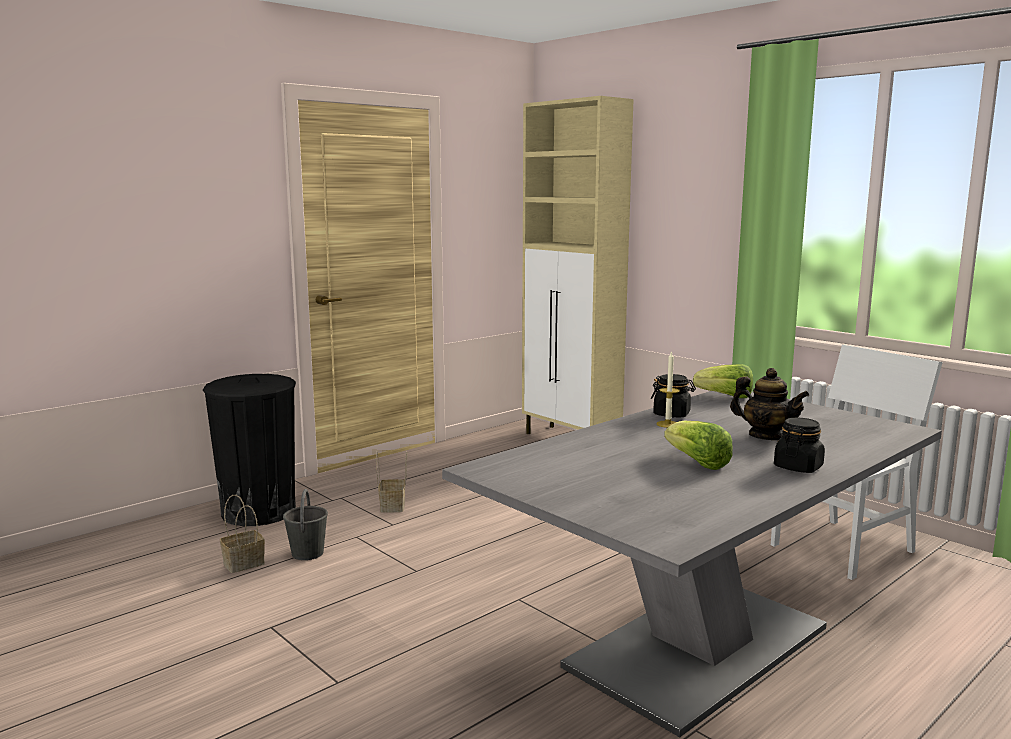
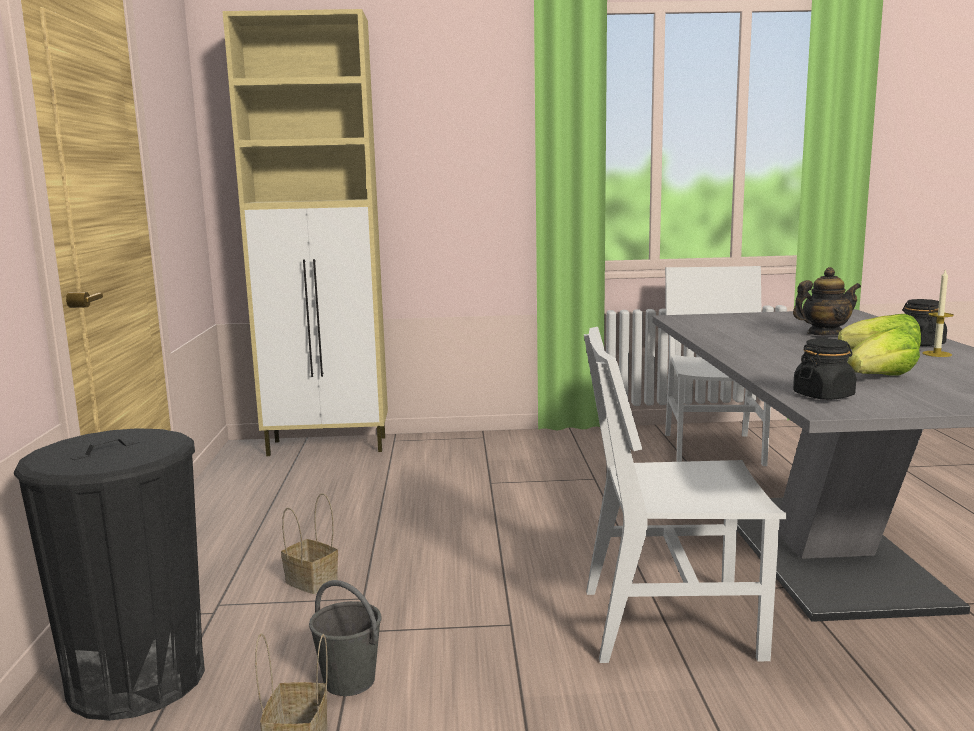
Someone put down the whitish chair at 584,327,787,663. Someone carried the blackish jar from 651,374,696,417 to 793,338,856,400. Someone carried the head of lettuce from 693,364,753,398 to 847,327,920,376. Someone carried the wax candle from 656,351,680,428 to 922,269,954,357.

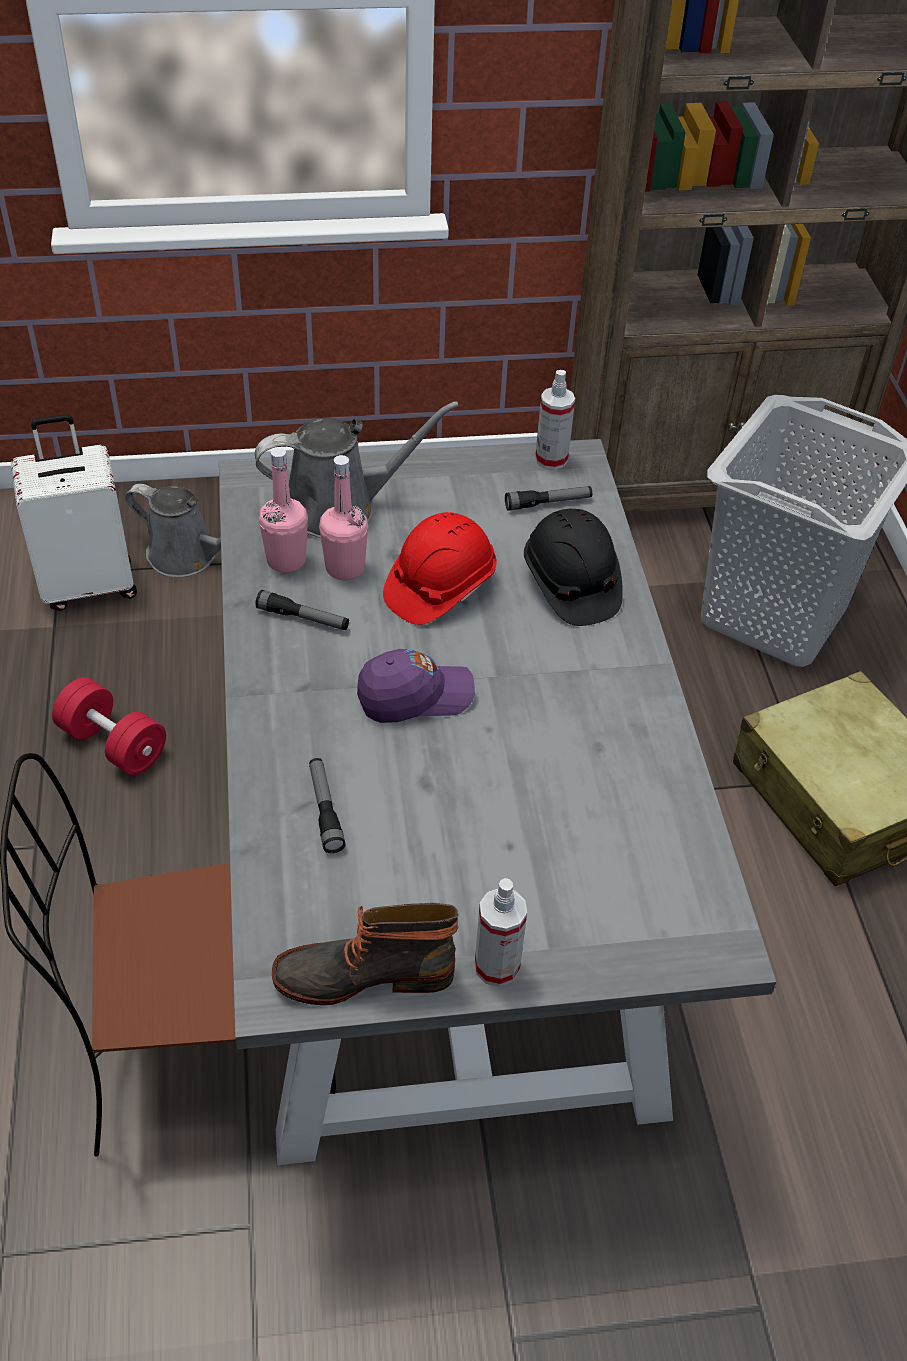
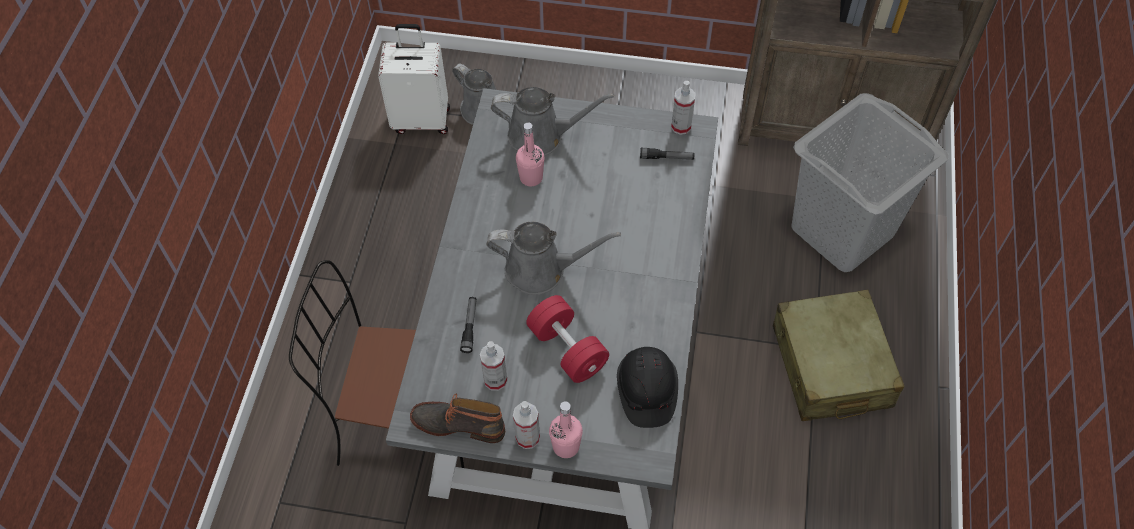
Someone put down the spray bottle at 480,341,507,391. Someone swapped the purple baseball cap at 357,649,475,723 for the greyish watering can at 486,222,621,295. Someone carried the red-coloured free weight from 52,677,166,775 to 526,295,609,383. Someone carried the pinkish beverage bottle from 259,447,308,573 to 549,401,583,458. Someone carried the blackish safety helmet from 524,508,623,626 to 617,347,678,428. Someone took away the flashlight at 255,590,349,630. Someone took away the red-coloured safety helmet at 383,512,497,625.

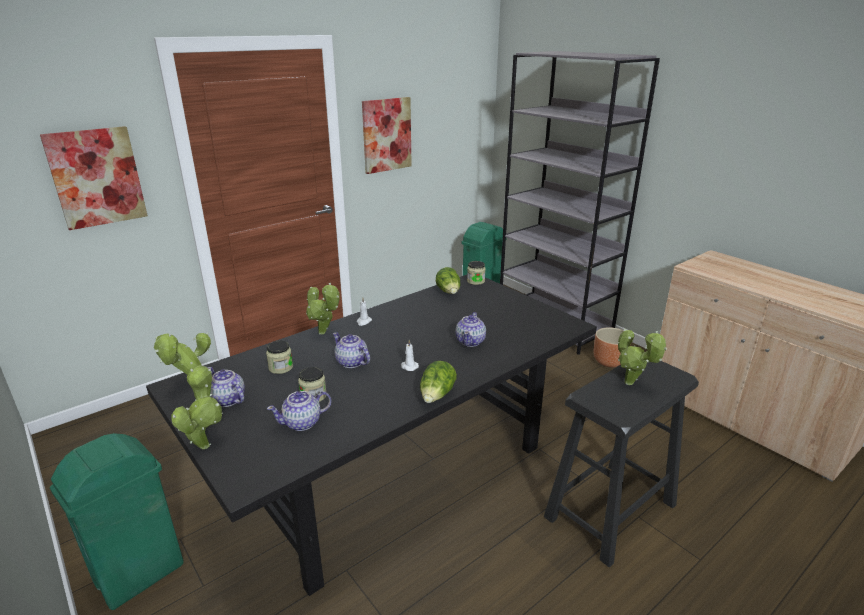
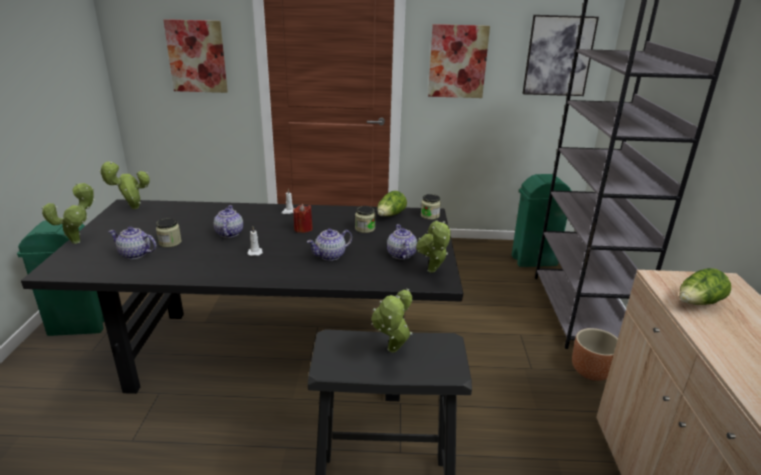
Someone put down the red-coloured wax candle at 293,204,313,233. Someone carried the jar from 266,341,293,374 to 355,206,376,233. Someone carried the tea pot from 207,367,245,407 to 387,224,417,260. Someone carried the houseplant from 306,283,340,334 to 416,220,451,273. Someone put up the wall art at 522,15,599,96. Someone carried the head of lettuce from 420,361,457,403 to 679,268,731,305.

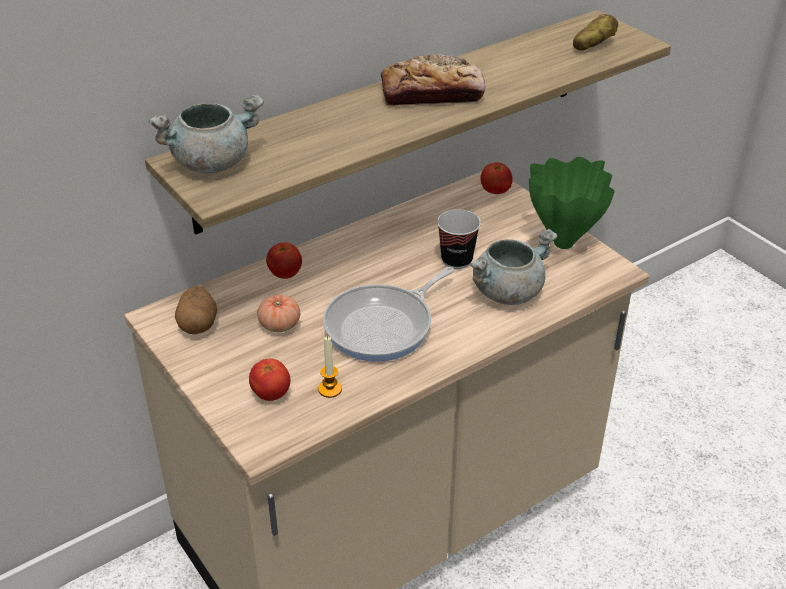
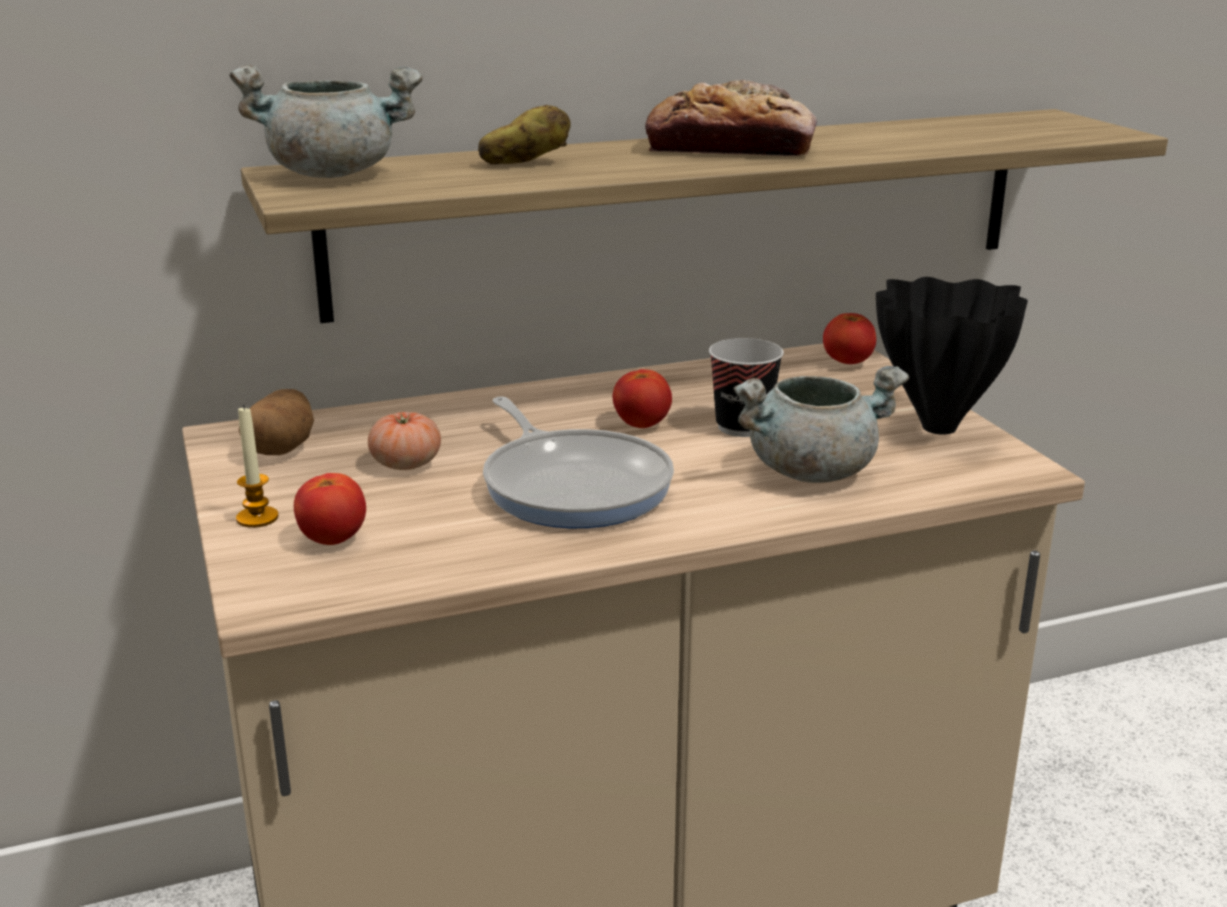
Someone carried the wax candle from 318,336,342,398 to 236,405,279,528. Someone carried the whole potato from 573,14,618,50 to 478,105,571,164. Someone rotated the frying pan at 323,267,454,362 by 90 degrees counterclockwise. Someone carried the fresh tomato from 266,242,302,279 to 613,369,672,428. Someone repainted the green-coloured decorative vase at 529,157,615,249, which became the blackish decorative vase at 876,277,1028,435.

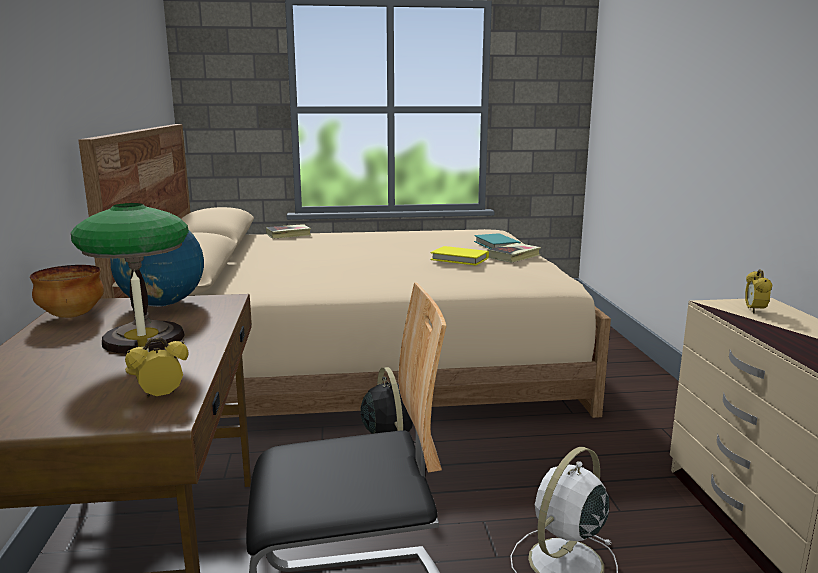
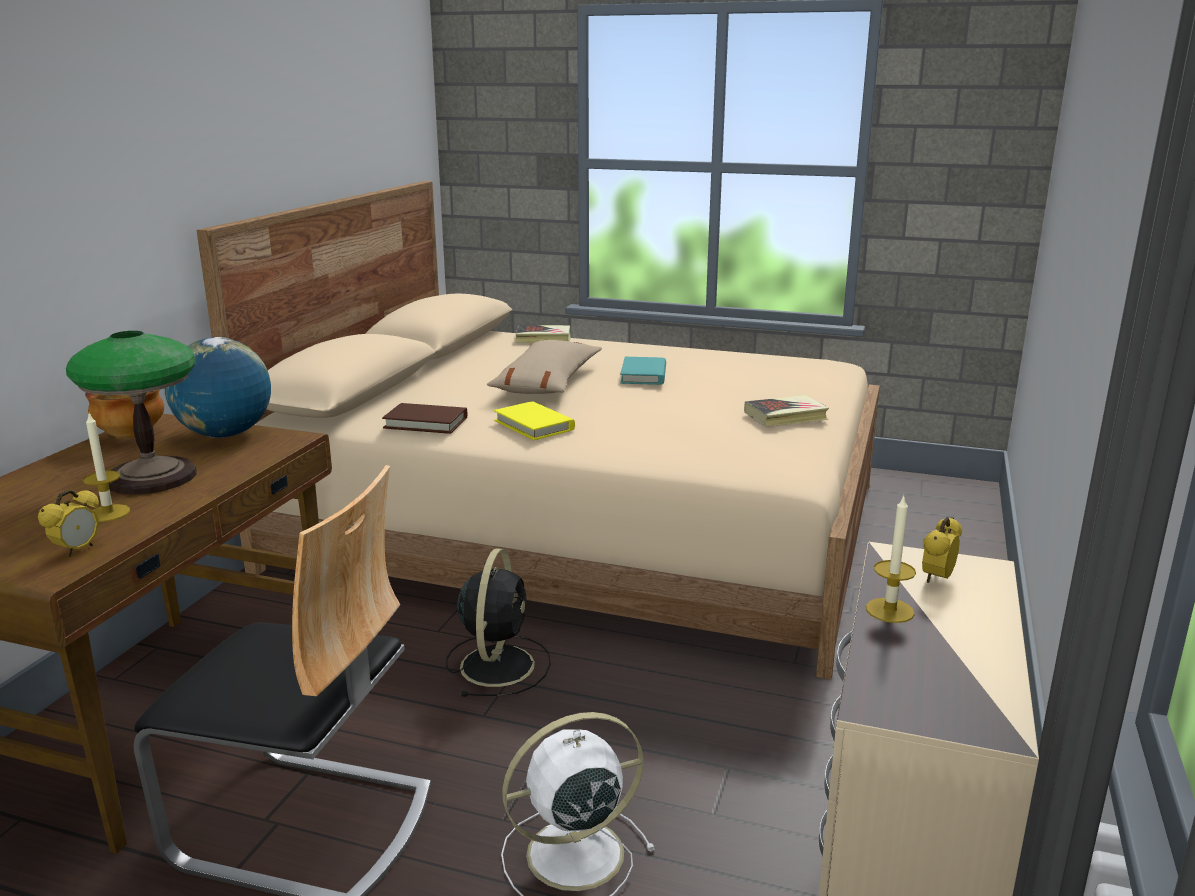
Someone rotated the bedside clock at 125,338,188,398 by 120 degrees clockwise. Someone put down the brown bound book at 382,403,467,434. Someone put down the beige pillow at 487,340,602,394. Someone carried the yellow bound book from 430,246,489,265 to 494,401,575,440. Someone carried the turquoise bound book from 474,233,521,249 to 620,357,666,385. Someone put down the wax candle at 866,496,916,623.

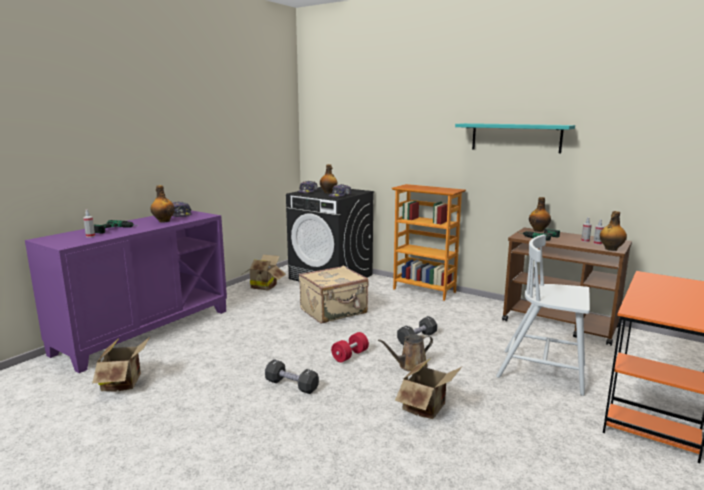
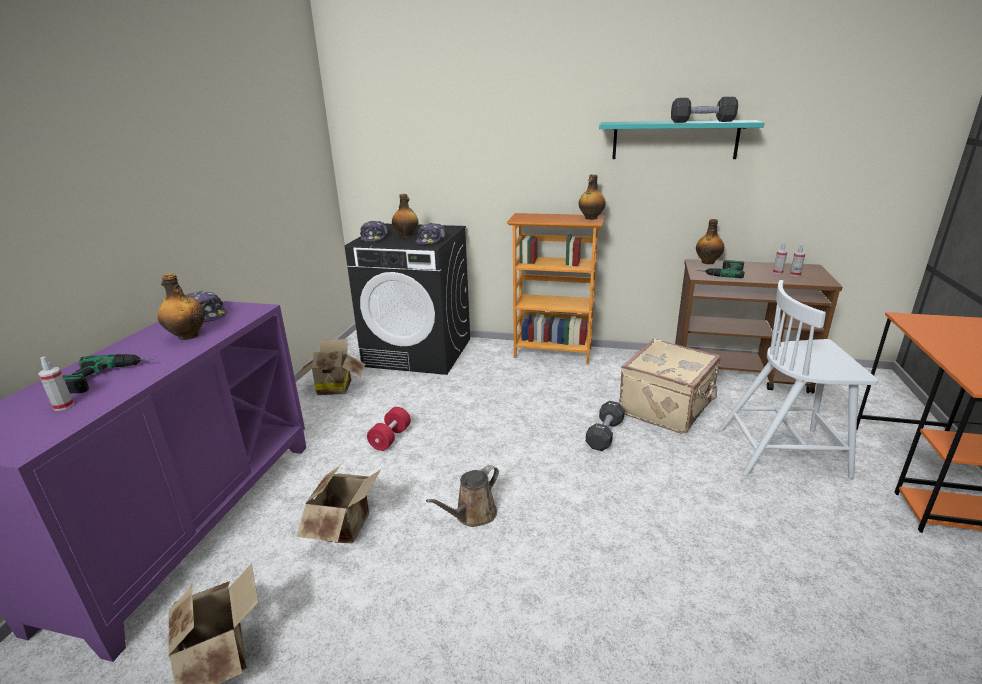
Someone carried the cardboard box from 395,358,462,419 to 296,466,381,544. Someone carried the red-coloured free weight from 331,332,369,362 to 367,407,411,451. Someone carried the brown watering can from 378,334,433,371 to 426,465,499,527. Someone carried the beverage bottle from 600,211,627,251 to 579,174,606,220. Someone carried the beige piece of luggage from 299,266,368,324 to 619,338,721,434. Someone carried the blackish free weight from 265,359,319,394 to 671,97,738,123.

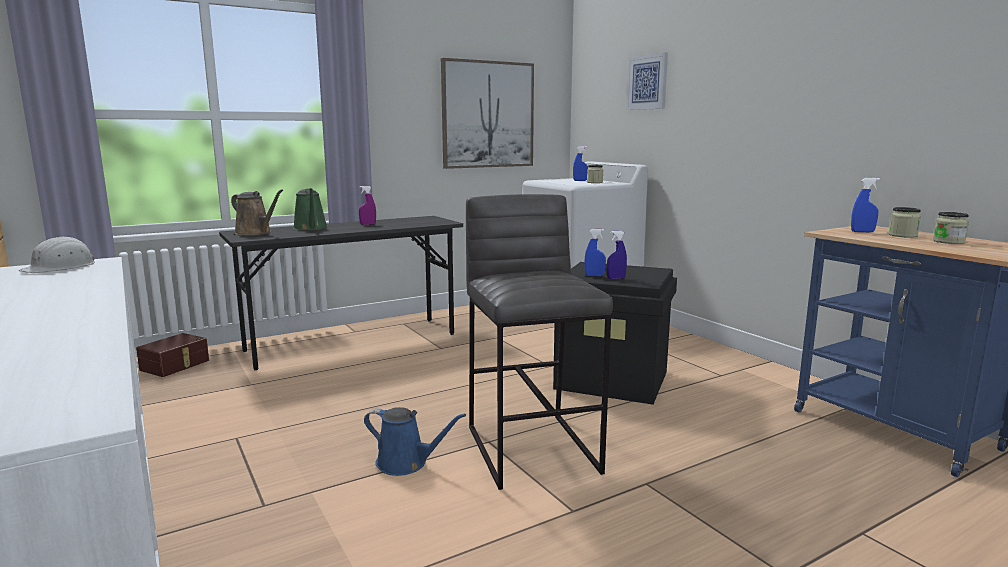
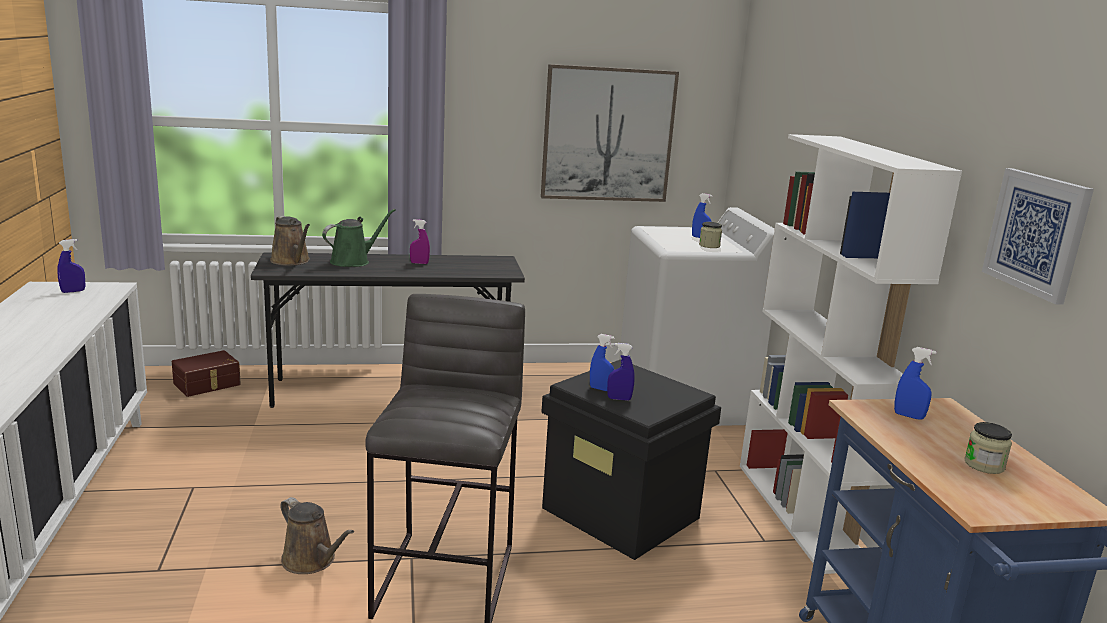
Someone swapped the whitish safety helmet at 19,237,95,273 for the bluish spray bottle at 57,239,85,293. Someone repainted the bluish watering can at 364,407,466,476, which became the brown watering can at 280,497,354,574. Someone rotated the green-coloured watering can at 293,188,328,230 by 135 degrees counterclockwise. Someone put down the whitish shelving unit at 740,134,962,574. Someone carried the wall art from 626,52,668,110 to 982,168,1094,305. Someone took away the jar at 888,207,921,238.

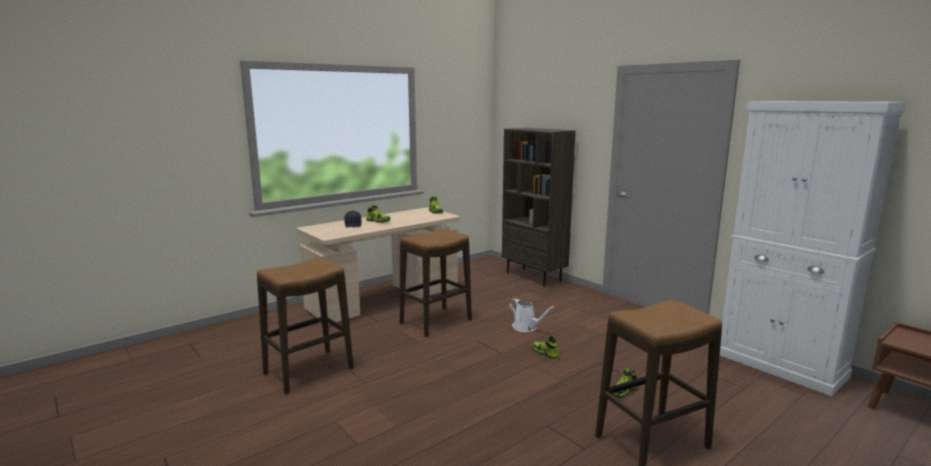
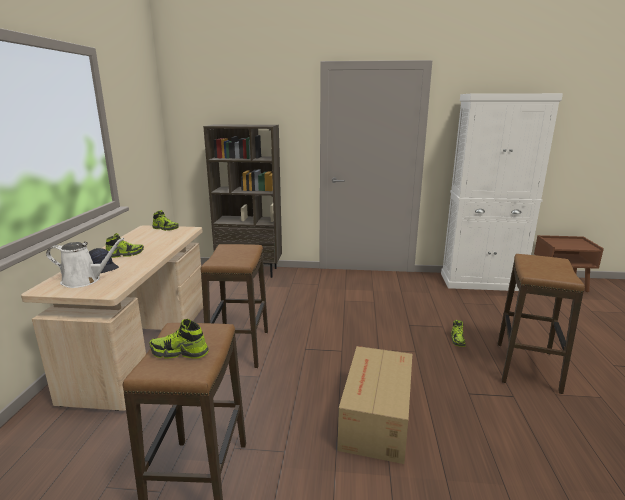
Someone carried the whitish watering can from 509,298,555,332 to 46,238,124,288. Someone carried the item of footwear from 532,336,559,360 to 149,319,209,359. Someone put down the cardboard box at 338,346,412,464.

